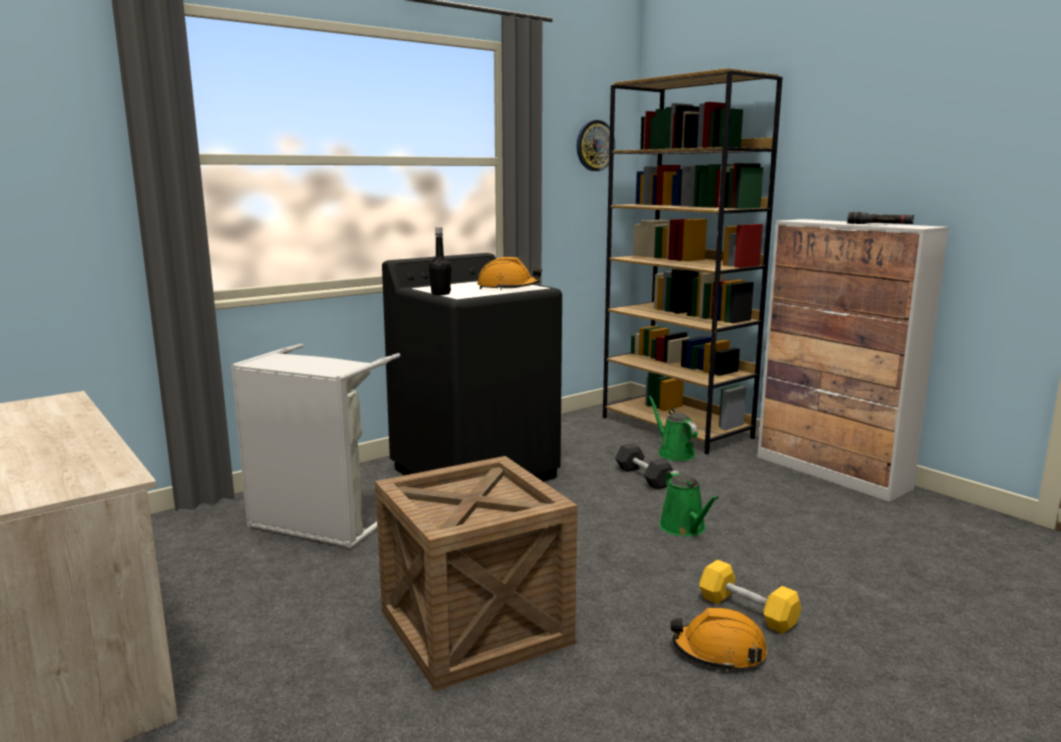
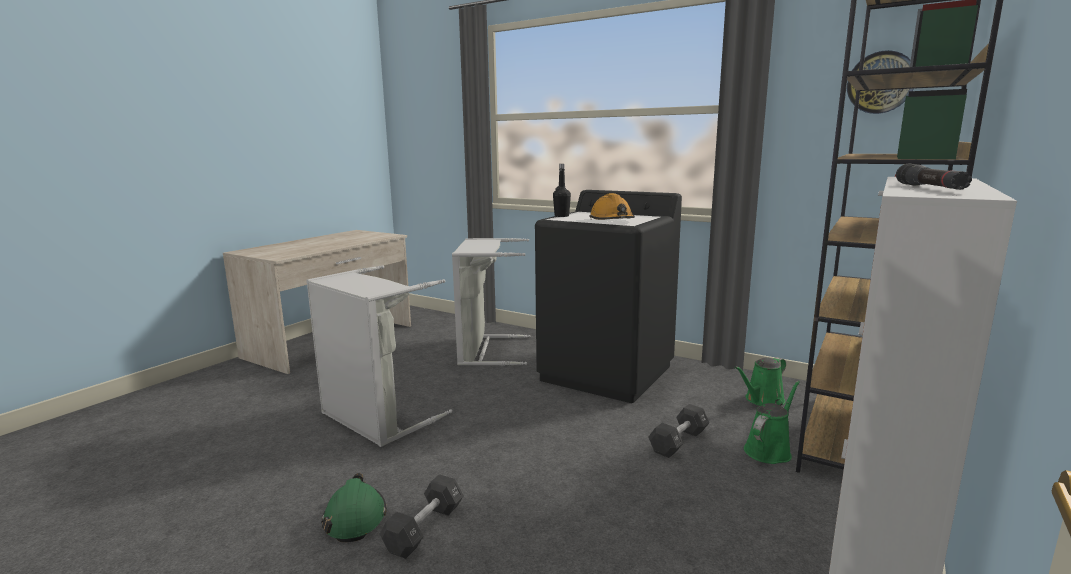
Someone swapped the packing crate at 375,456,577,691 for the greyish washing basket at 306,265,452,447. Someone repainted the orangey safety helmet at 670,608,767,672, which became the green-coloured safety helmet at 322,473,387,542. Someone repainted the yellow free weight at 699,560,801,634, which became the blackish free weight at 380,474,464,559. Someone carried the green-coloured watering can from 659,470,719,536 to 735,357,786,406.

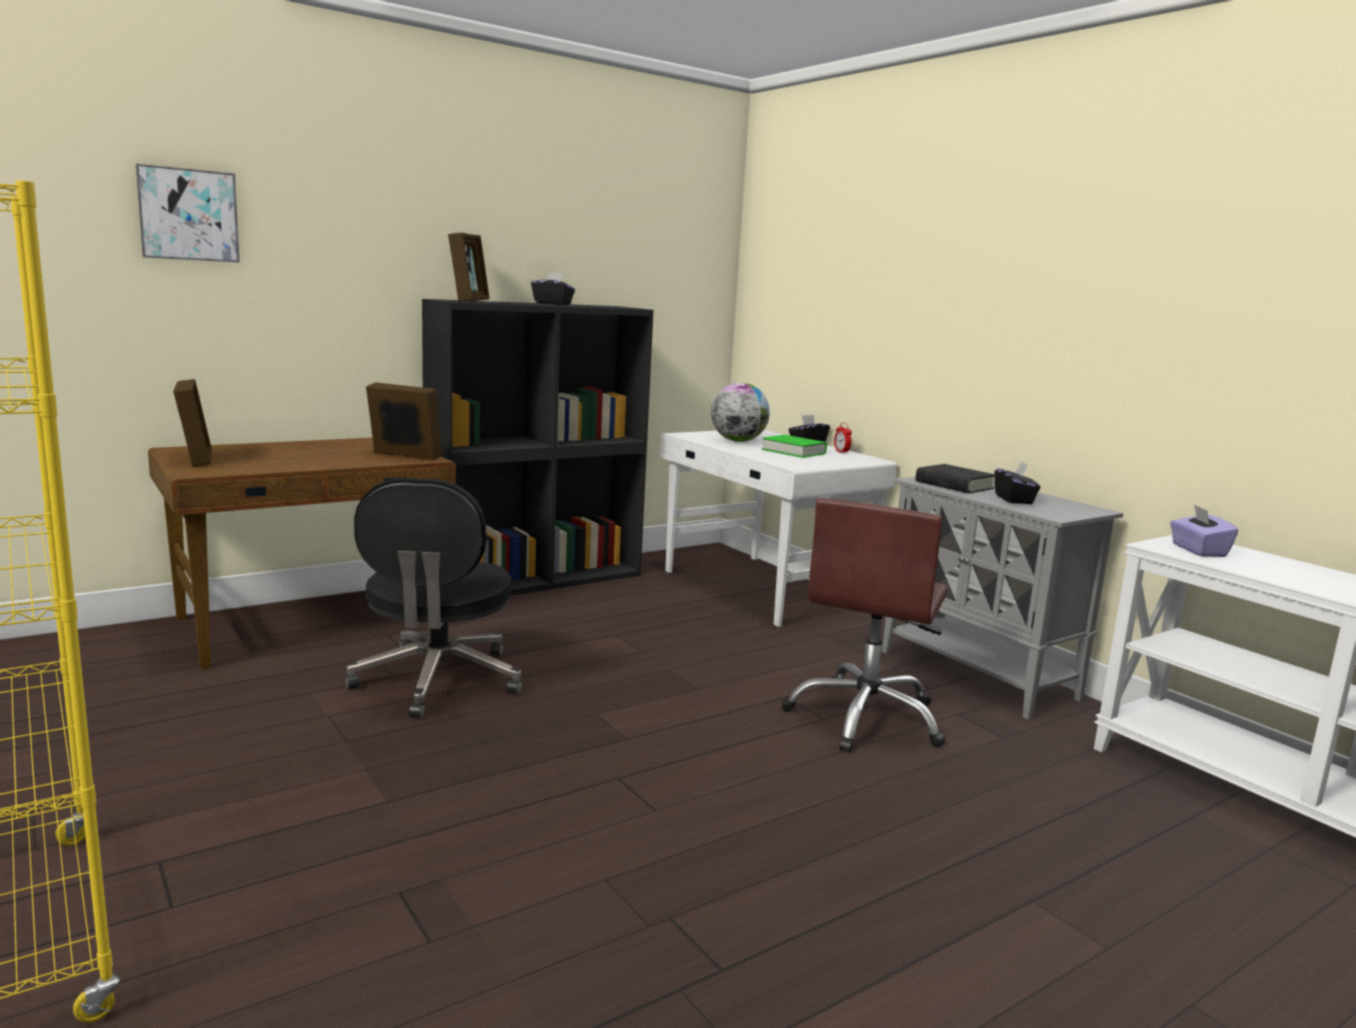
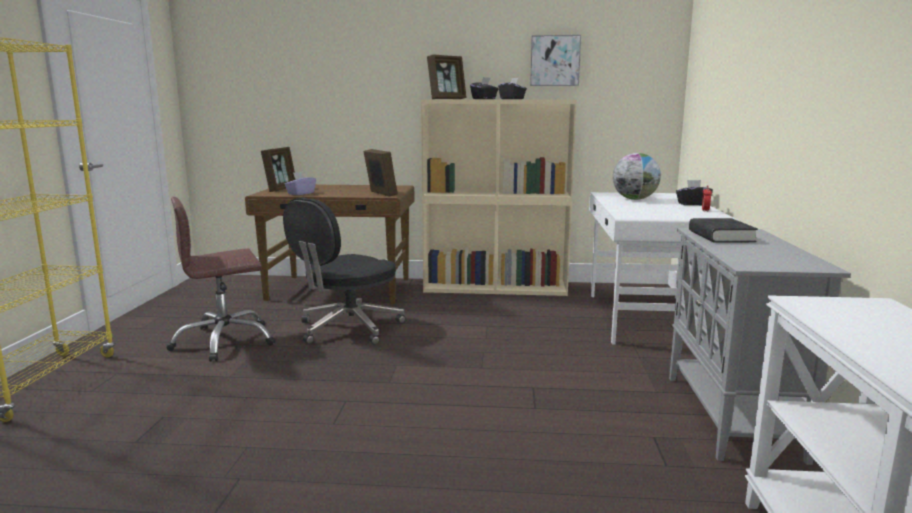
Someone carried the brown office chair from 782,498,948,752 to 166,197,276,362. Someone carried the purple tissue box from 1170,504,1238,557 to 285,172,316,195. Someone repainted the blackish shelving unit at 422,299,653,596, which became the beige shelving unit at 421,99,577,296. Someone carried the blackish tissue box from 994,461,1041,504 to 470,77,498,99. Someone carried the wall art from 136,164,240,262 to 530,35,581,86. Someone took away the green-coloured bound book at 762,435,827,458.

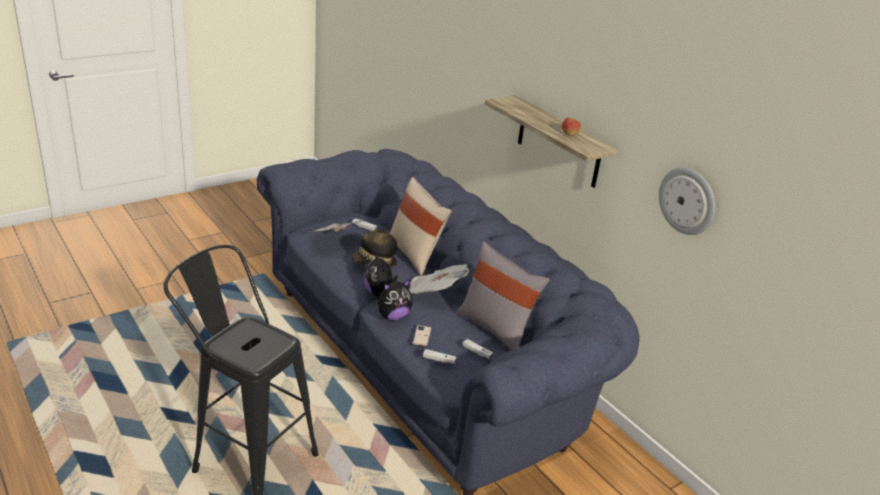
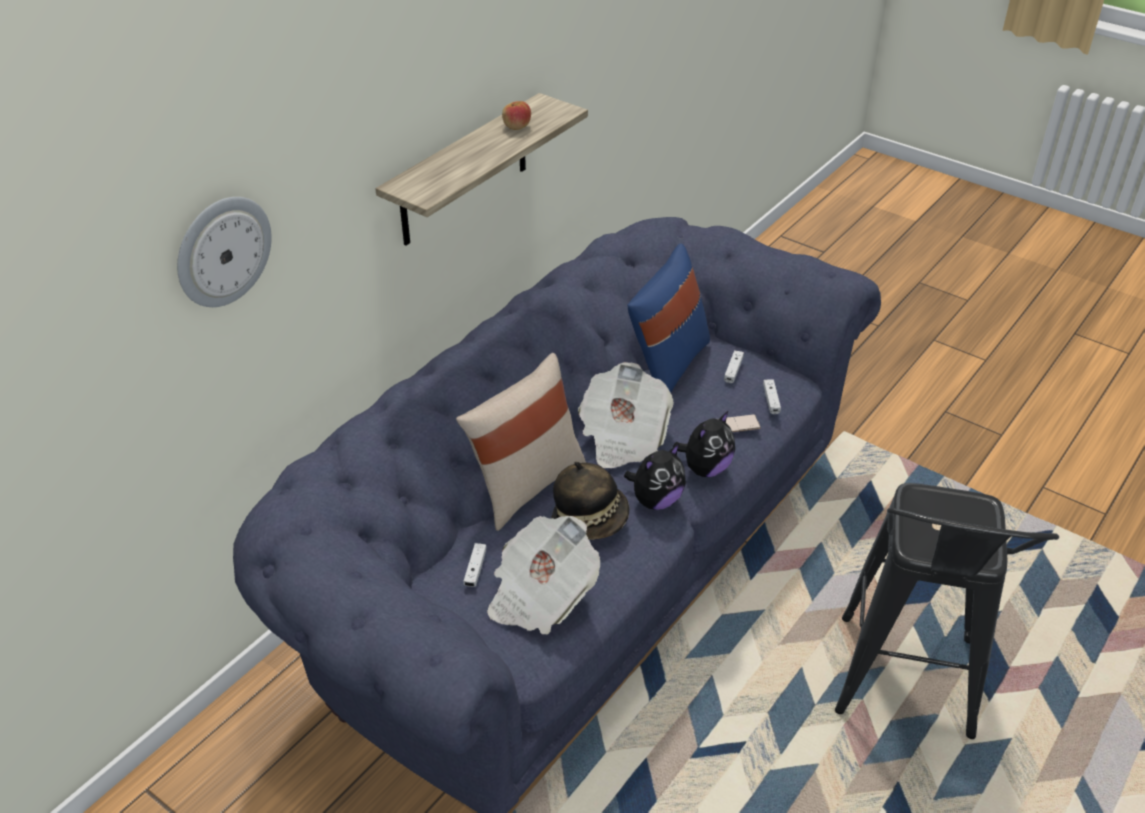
Someone carried the hanging clock from 659,167,715,235 to 177,197,272,307. Someone repainted the greyish pillow at 456,241,550,350, which became the bluish pillow at 627,243,710,393. Someone rotated the plush toy at 377,279,413,320 by 90 degrees clockwise.

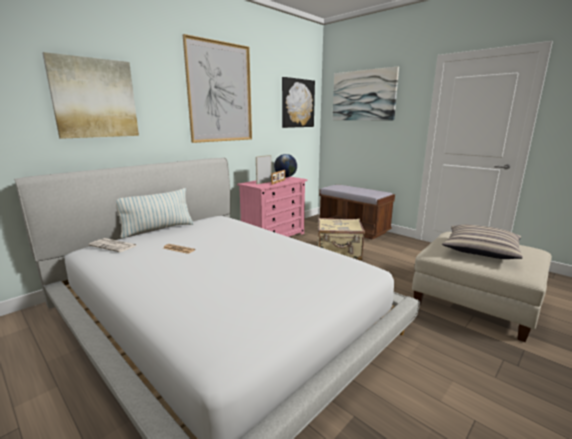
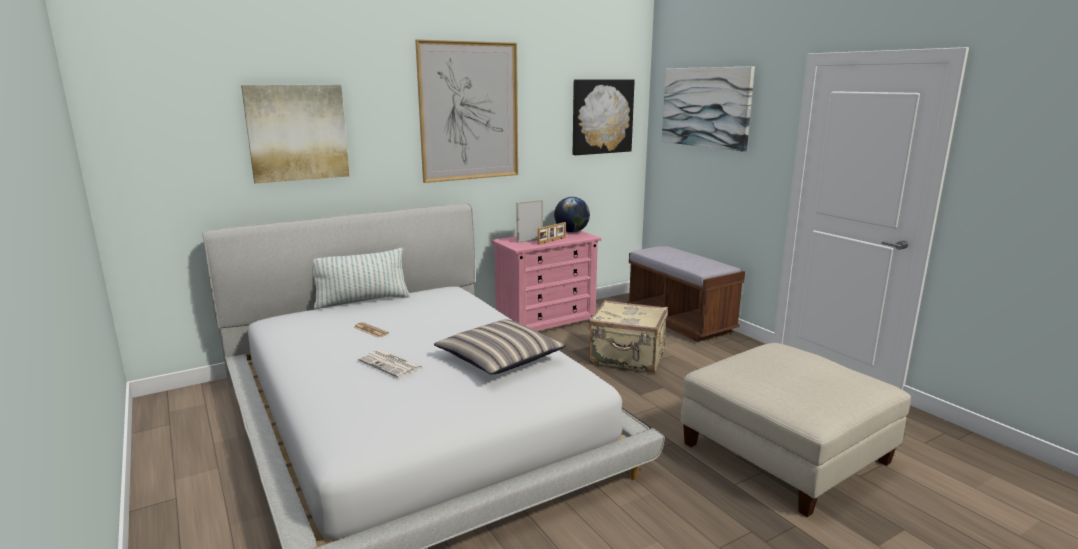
Someone carried the daily paper from 88,238,137,252 to 358,350,424,378. Someone carried the pillow from 442,225,523,259 to 434,319,566,374.

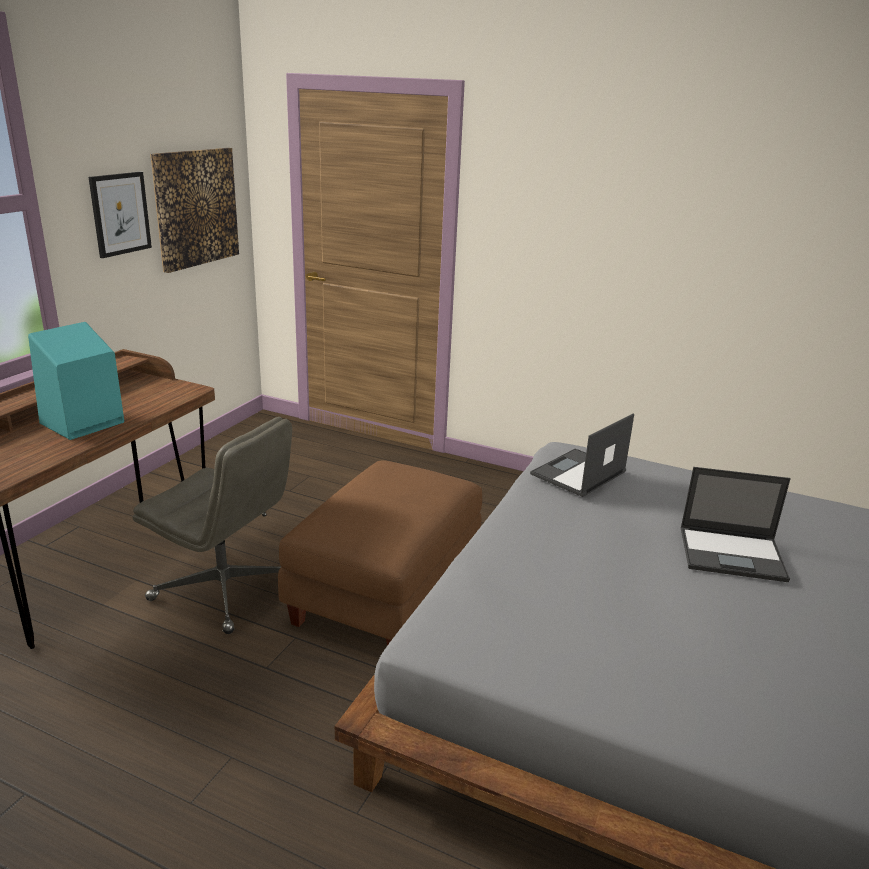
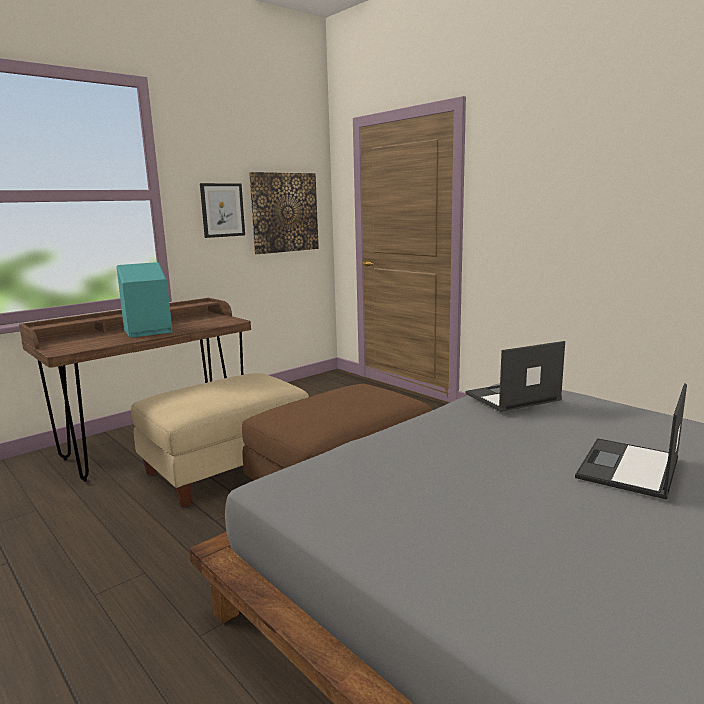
Someone swapped the greyish office chair at 133,417,292,634 for the beige pouffe at 131,373,309,508. Someone rotated the laptop at 680,467,791,582 by 90 degrees clockwise.

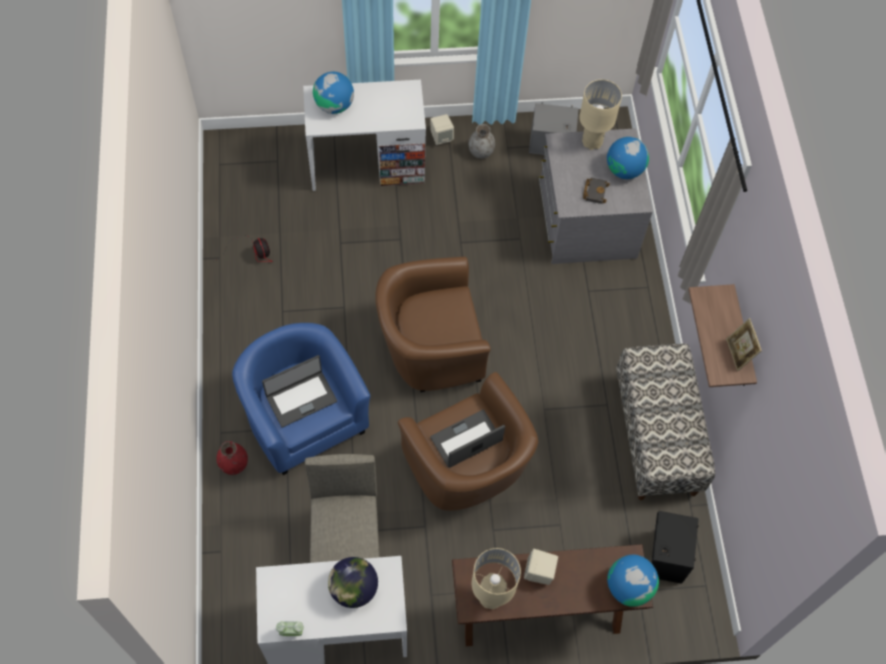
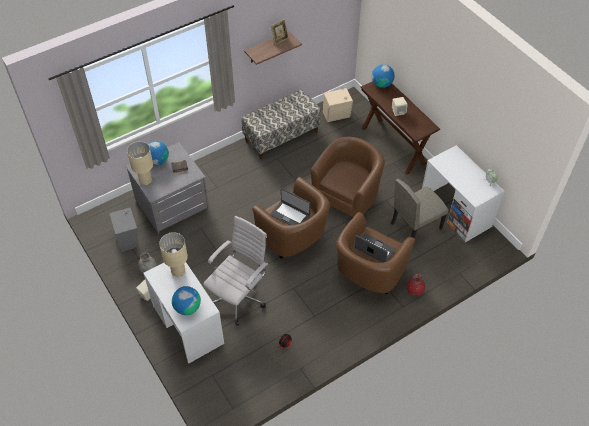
Someone carried the beige lamp for a table from 472,548,521,609 to 159,232,188,277. Someone put down the whitish office chair at 203,216,268,326. Someone carried the laptop from 430,410,505,468 to 270,188,310,225. Someone repainted the blackish speaker at 652,511,699,584, which became the beige speaker at 323,88,353,122. Someone repainted the bluish armchair at 232,323,371,475, which became the brown armchair at 336,212,415,294. Someone took away the world globe at 328,557,378,608.

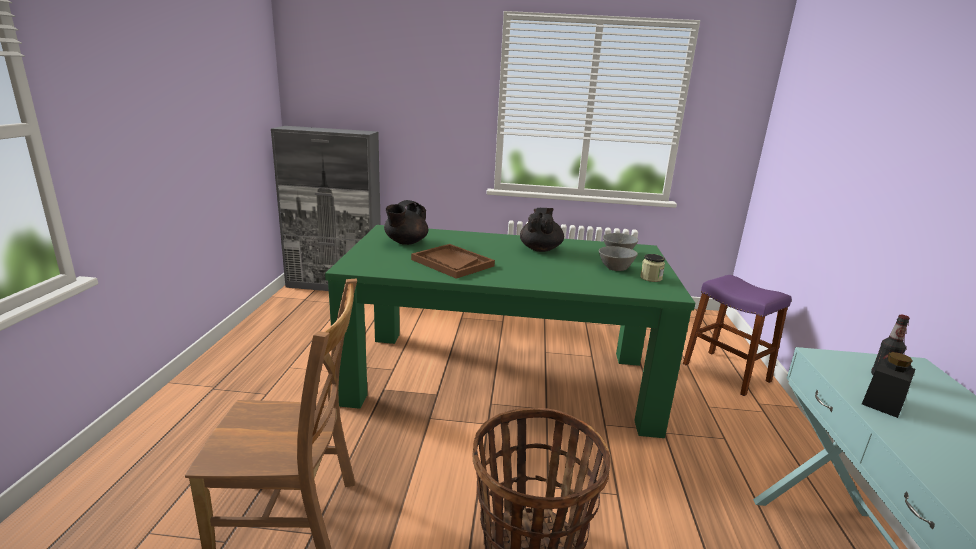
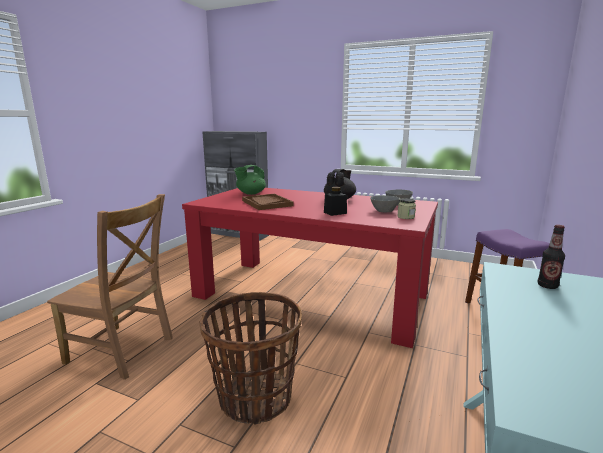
Someone repainted the green-coloured dinner table at 325,225,695,438, which became the red-coloured dinner table at 182,188,438,348. Someone repainted the blackish tea pot at 384,200,428,245, which became the green-coloured tea pot at 234,165,266,195. Someone carried the blackish jar from 862,352,915,418 to 324,187,347,216.

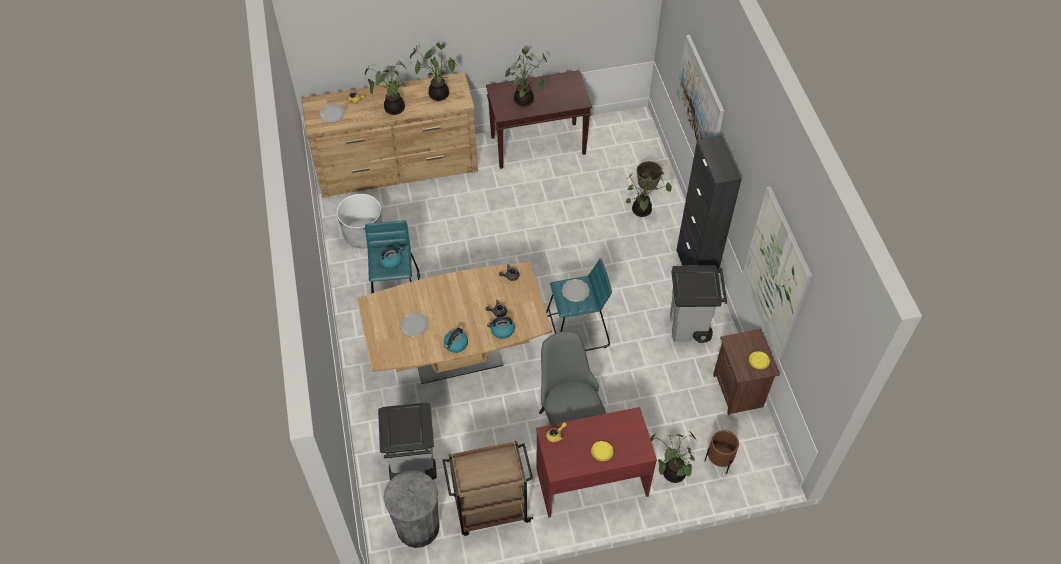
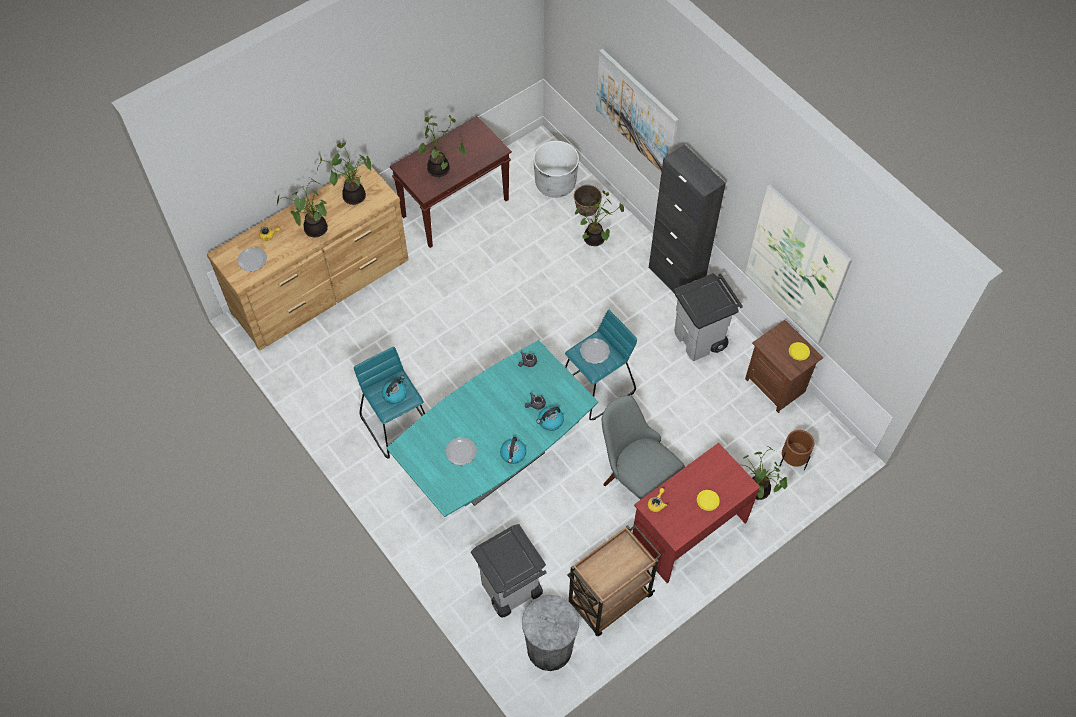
Someone repainted the brown dinner table at 357,262,552,384, which became the turquoise dinner table at 387,340,598,517. Someone carried the whitish planter from 337,194,382,249 to 533,141,579,198.

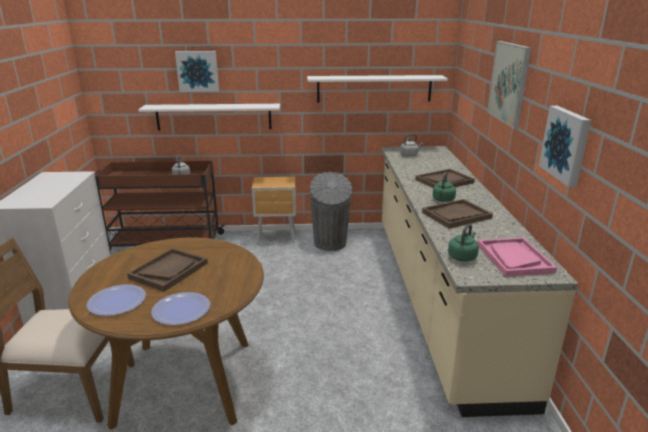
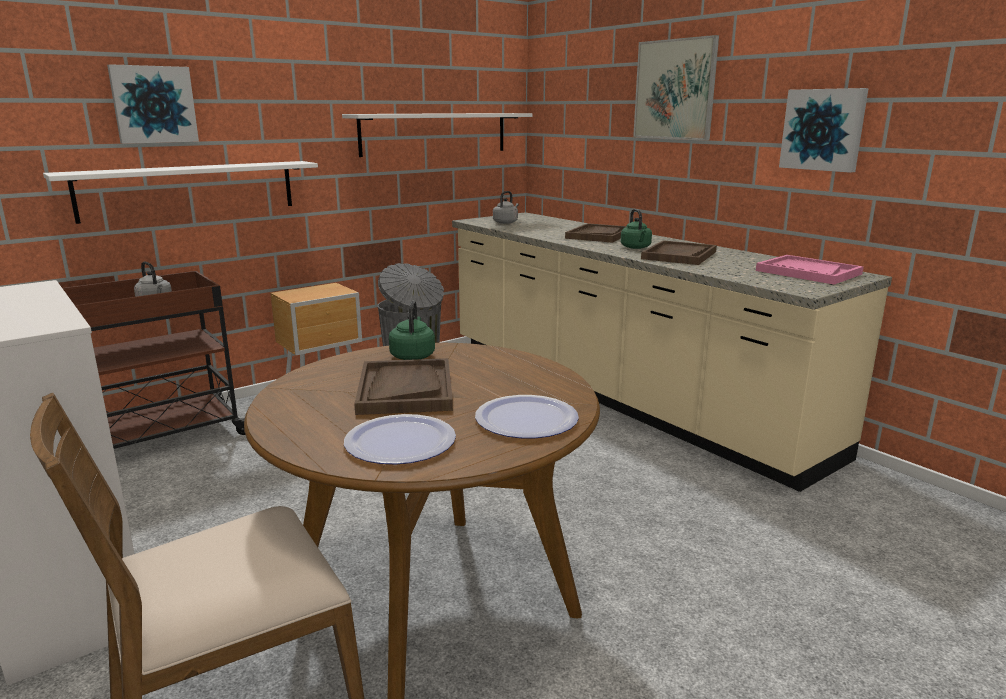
Someone carried the green-coloured tea kettle from 448,224,479,262 to 389,301,435,360.

